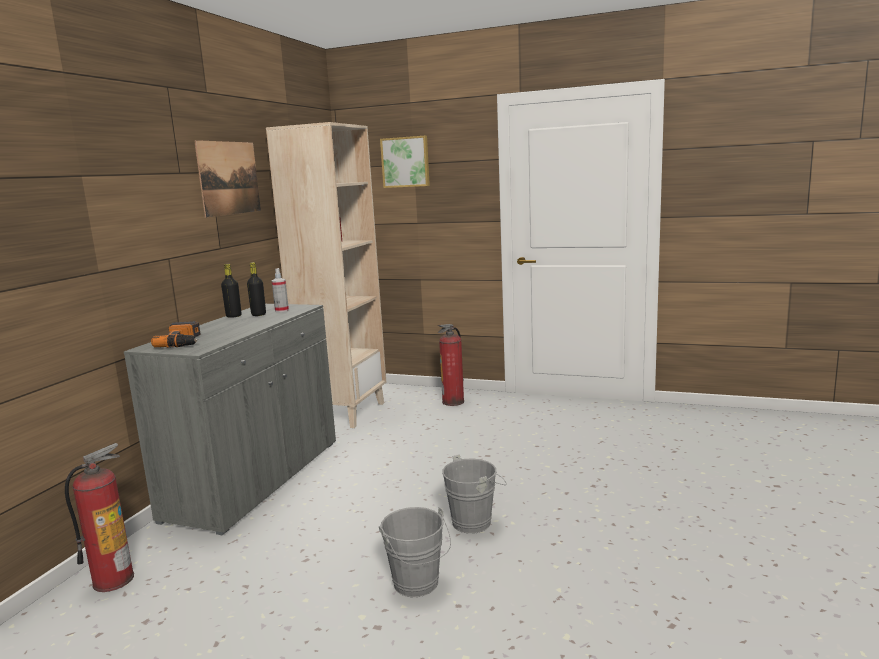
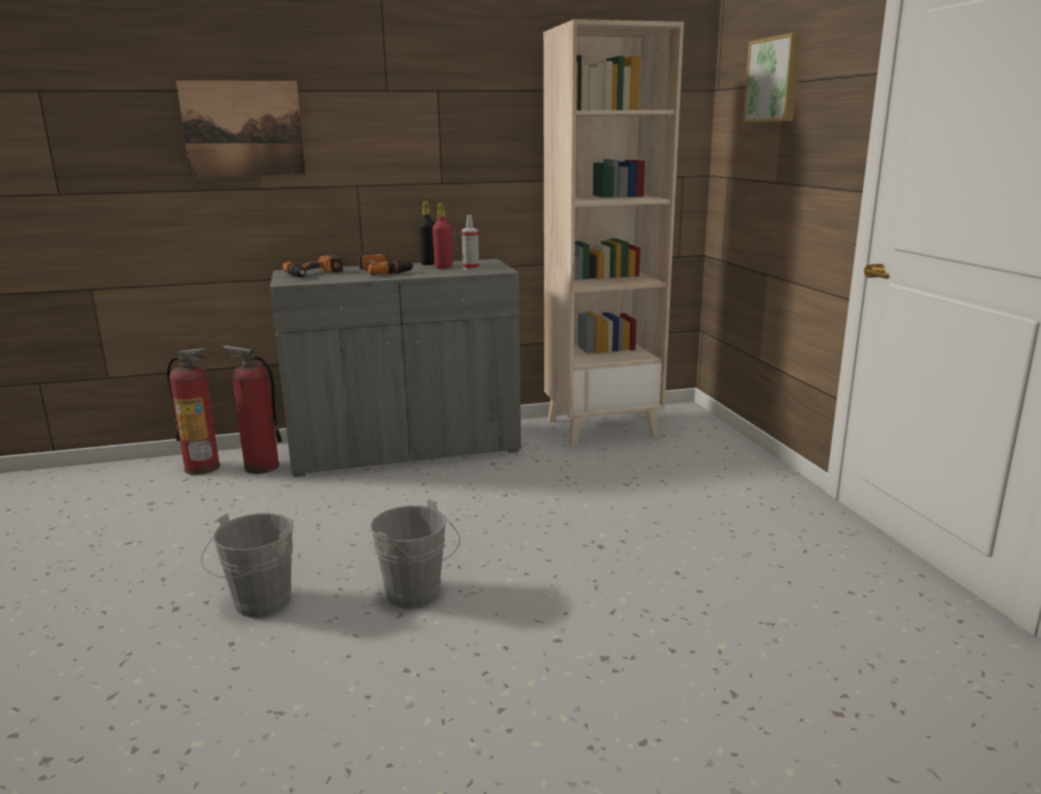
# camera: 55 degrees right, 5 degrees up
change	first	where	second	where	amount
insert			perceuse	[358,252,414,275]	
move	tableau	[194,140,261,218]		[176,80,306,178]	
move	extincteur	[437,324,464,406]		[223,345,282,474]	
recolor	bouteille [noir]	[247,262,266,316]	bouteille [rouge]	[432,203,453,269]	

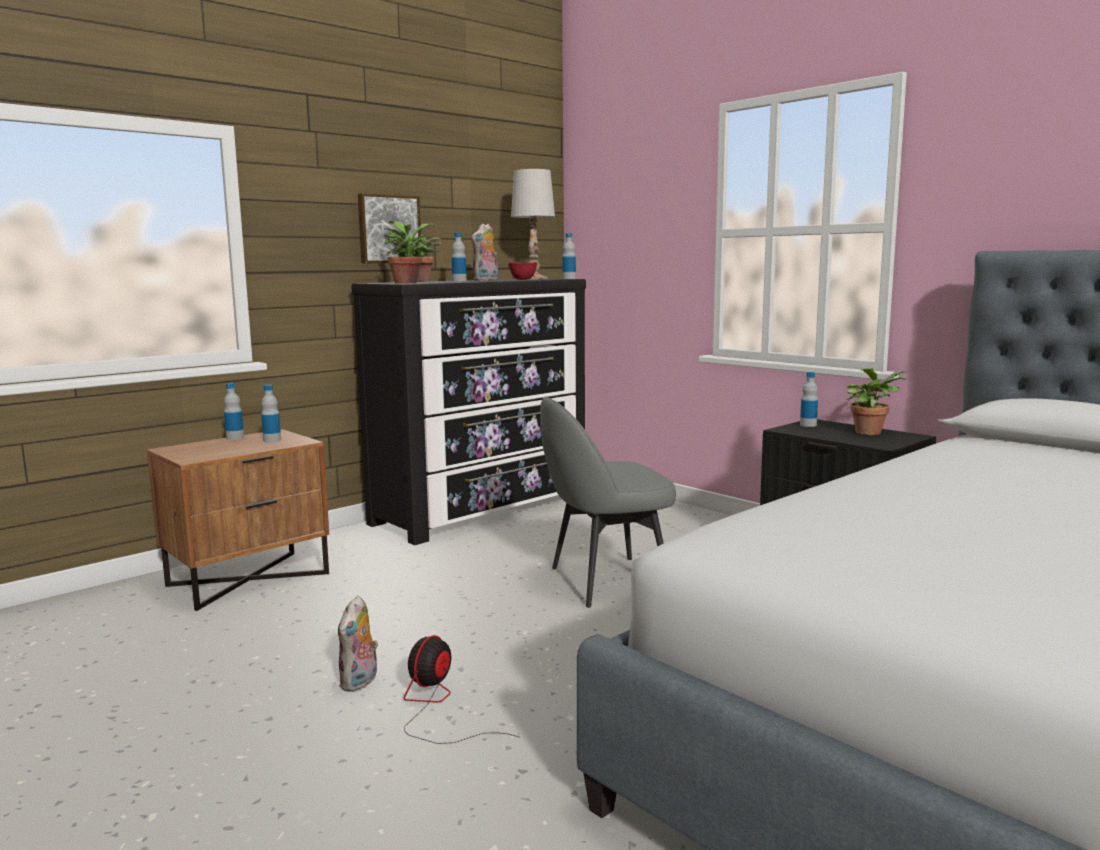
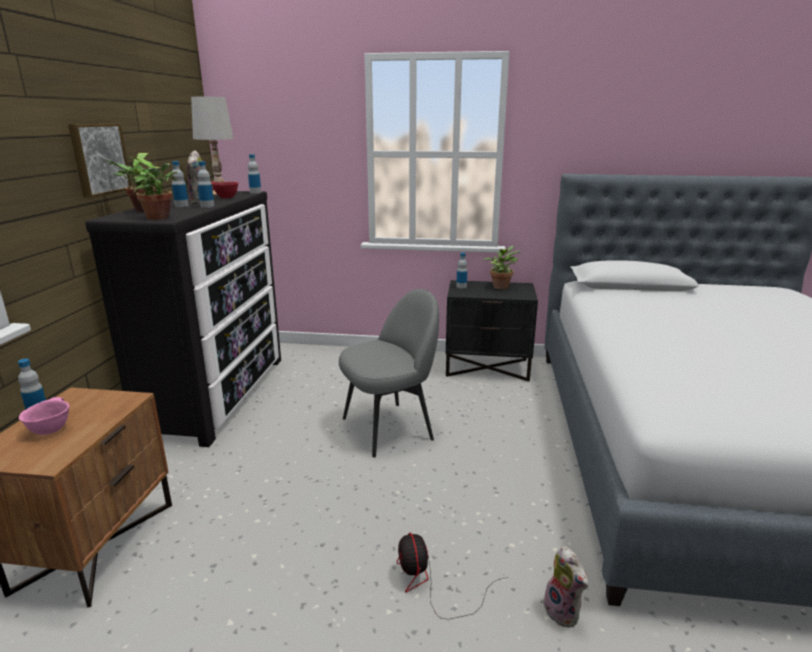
# camera: 40 degrees left, 10 degrees up
change	first	where	second	where	amount
insert			bol [rose]	[19,397,69,435]	
move	bouteille	[261,385,281,443]		[197,161,214,208]	
move	peluche	[338,595,378,692]		[544,546,589,627]	
rotate	chaise [gris]	[540,397,676,608]		[339,289,439,458]	150 degrees counterclockwise

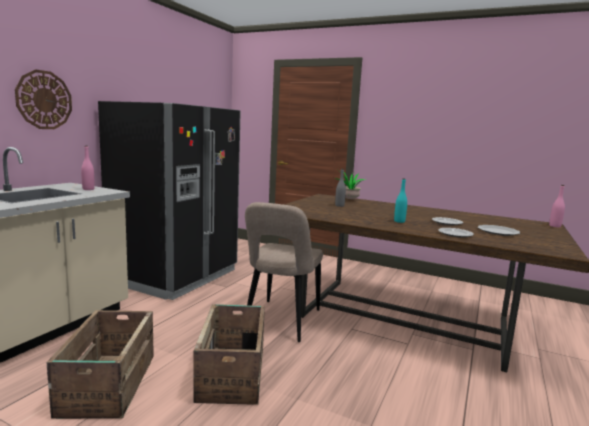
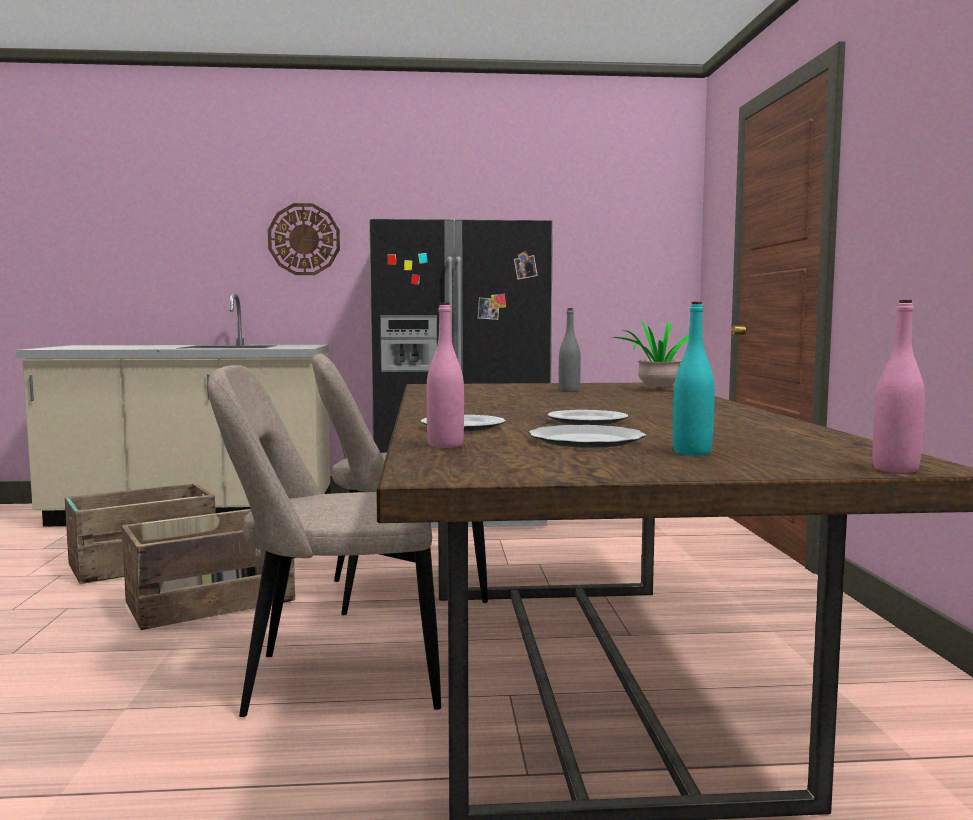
# camera: 60 degrees right, 5 degrees down
change	first	where	second	where	amount
insert			chaise [beige]	[208,365,441,717]	
move	bouteille [rose]	[81,146,95,190]		[426,302,464,448]	
move	bouteille [turquoise]	[394,178,407,223]		[673,302,715,456]	

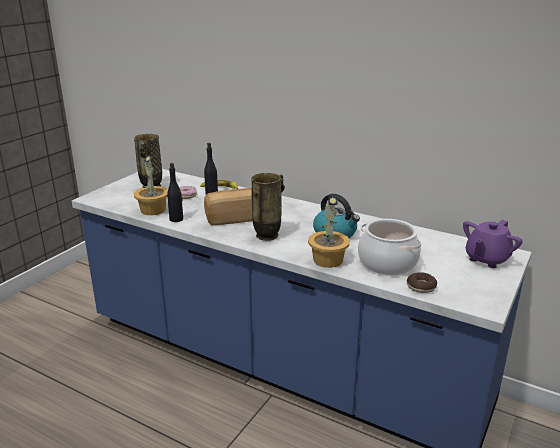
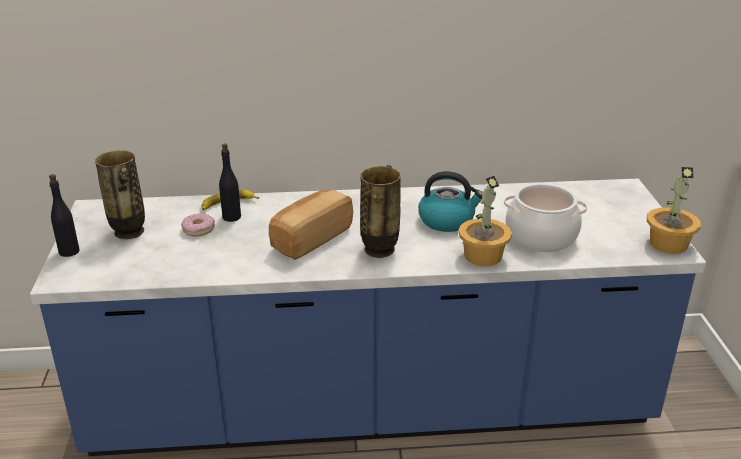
# camera: 35 degrees left, 5 degrees up
change	first	where	second	where	amount
delete	beignet	[407,272,437,293]			
delete	théière [violet]	[463,220,523,268]			
move	plante en pot	[134,155,168,215]		[647,167,701,254]	
move	bouteille [noir]	[167,163,183,222]		[49,174,80,257]	

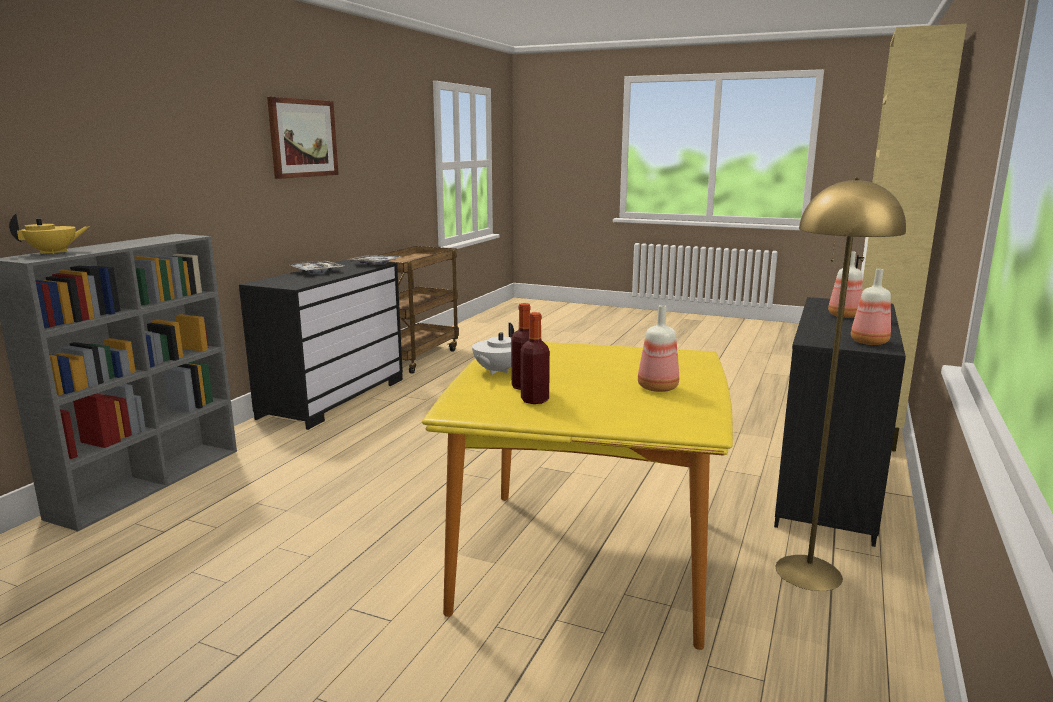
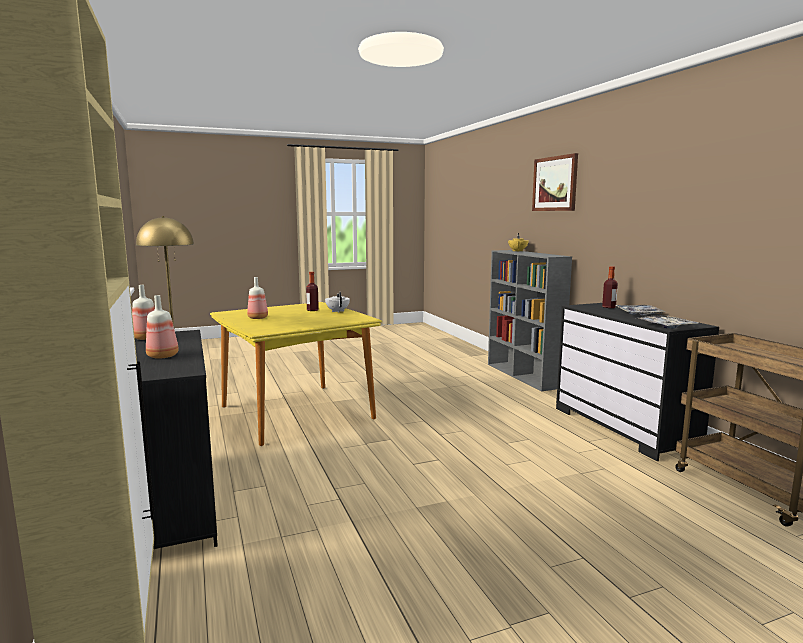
# camera: 135 degrees right, 5 degrees down
change	first	where	second	where	amount
move	tableau	[267,97,339,179]		[532,153,578,211]	
move	bouteille	[521,312,550,404]		[602,266,618,308]	

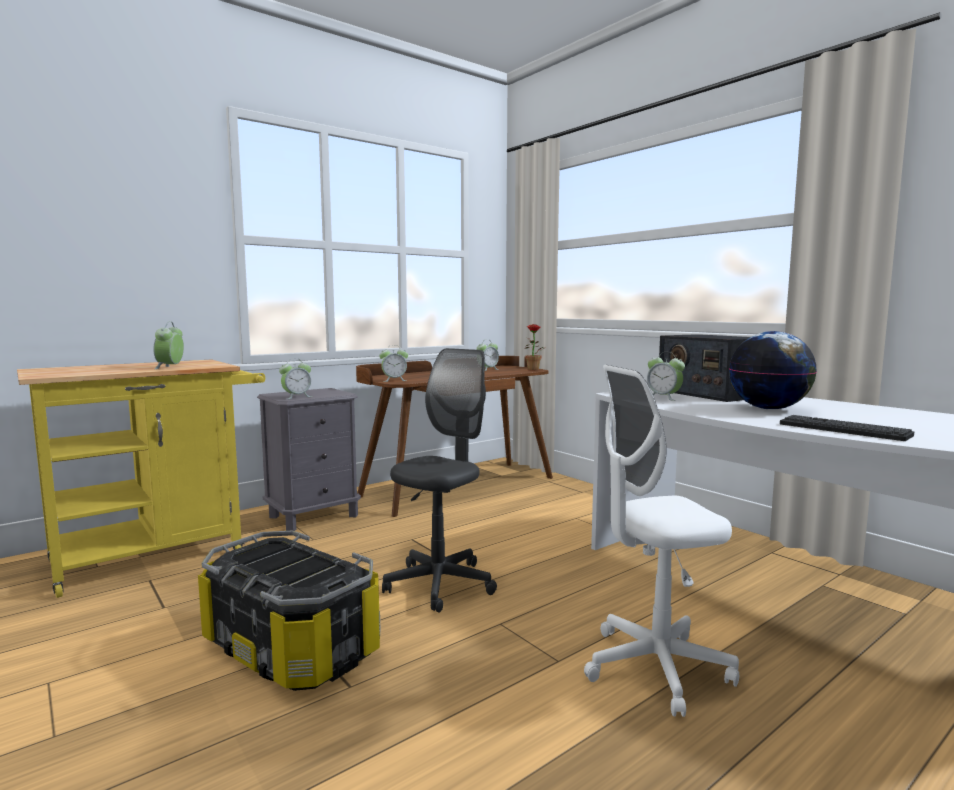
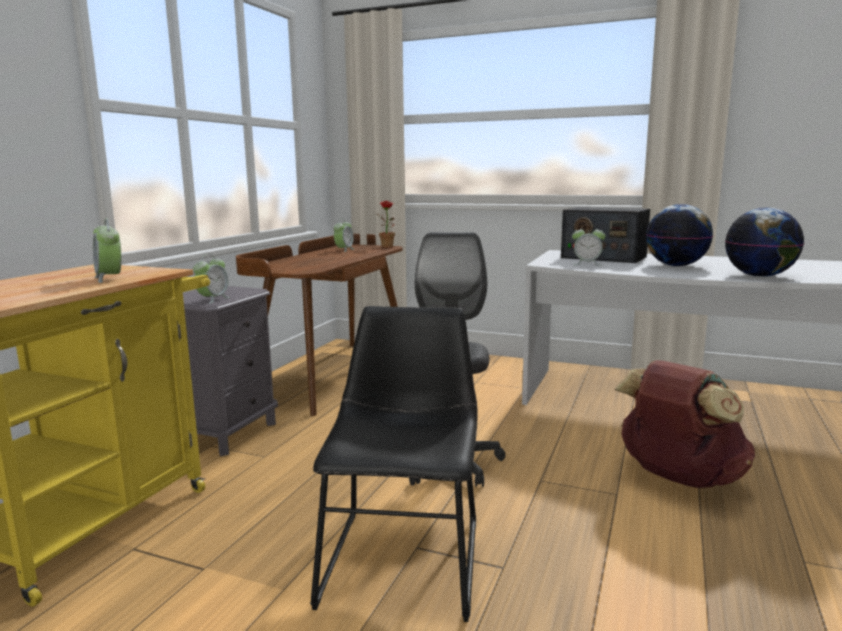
# camera: 30 degrees left, 5 degrees up
change	first	where	second	where	amount
delete	réveil	[379,349,408,382]			
replace	boîte de rangement	[198,531,380,691]	chaise [noir]	[310,306,477,622]	
replace	chaise de bureau [blanc]	[584,365,739,717]	sac à dos [marron]	[614,360,755,488]	
replace	clavier	[780,415,914,441]	globe	[725,207,804,277]	

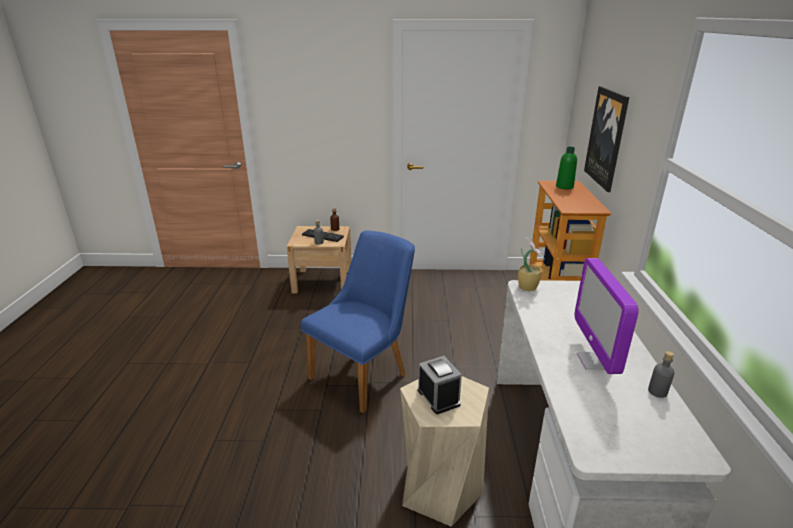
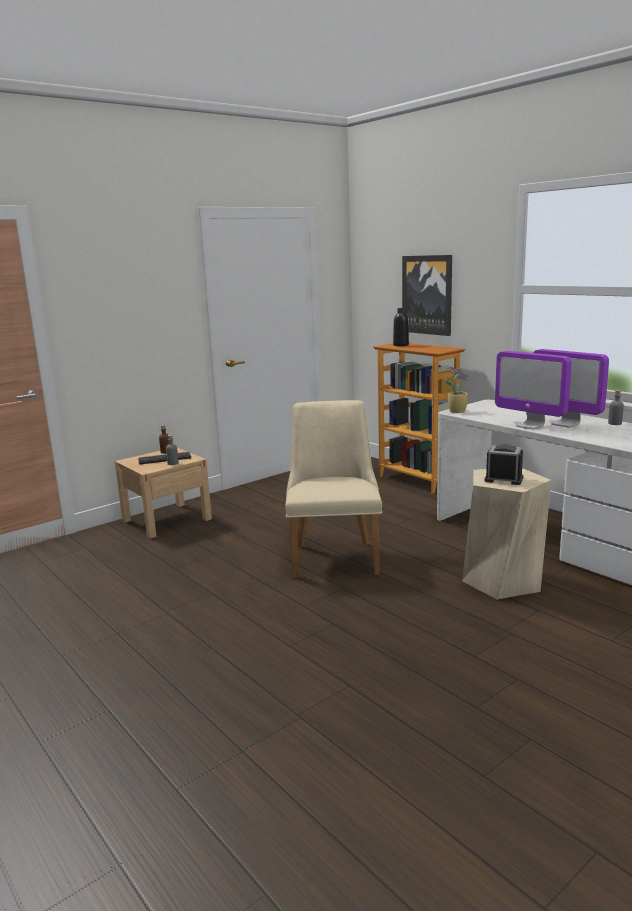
# camera: 40 degrees left, 10 degrees down
change	first	where	second	where	amount
insert			écran d'ordinateur	[495,351,571,430]	
recolor	chaise [bleu]	[301,230,415,413]	chaise [beige]	[285,400,382,578]	
recolor	bouteille [vert]	[556,147,577,189]	bouteille [noir]	[393,308,409,346]	

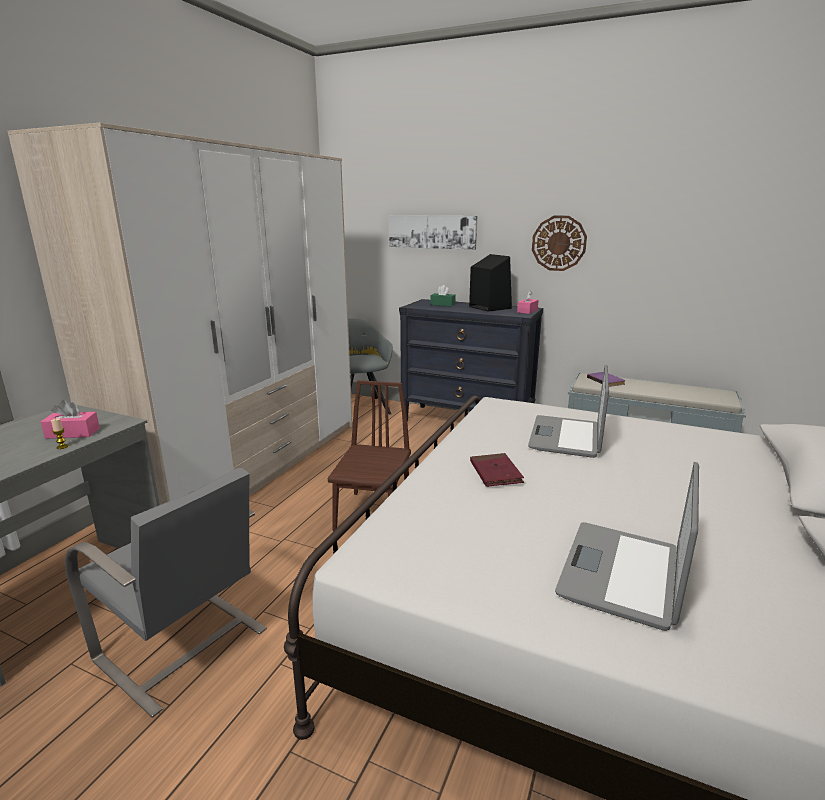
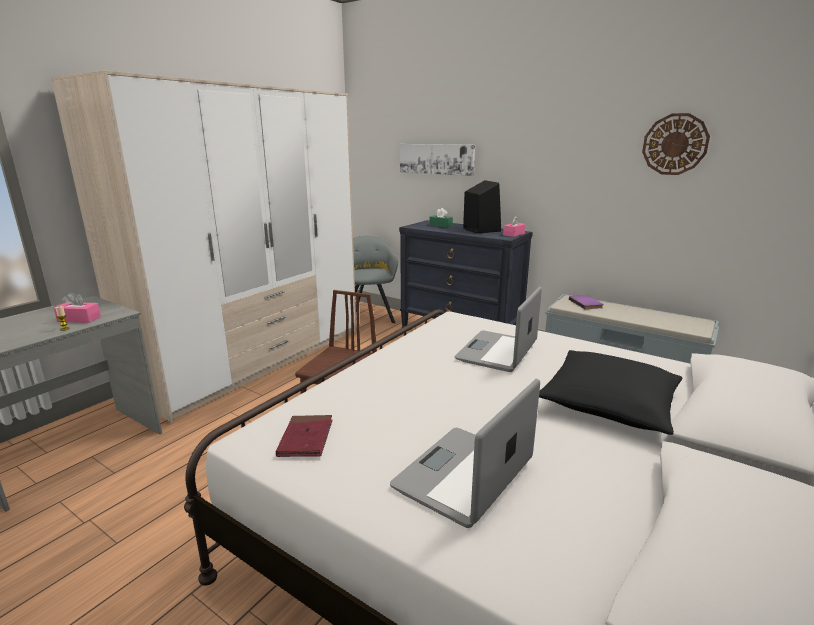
# camera: 10 degrees right, 0 degrees up
change	first	where	second	where	amount
delete	chaise [gris]	[64,468,267,717]			
insert			coussin [noir]	[539,350,682,435]	
move	livre [rouge]	[470,453,524,487]		[276,415,333,457]	
move	horloge murale	[532,216,587,271]		[642,113,710,175]	

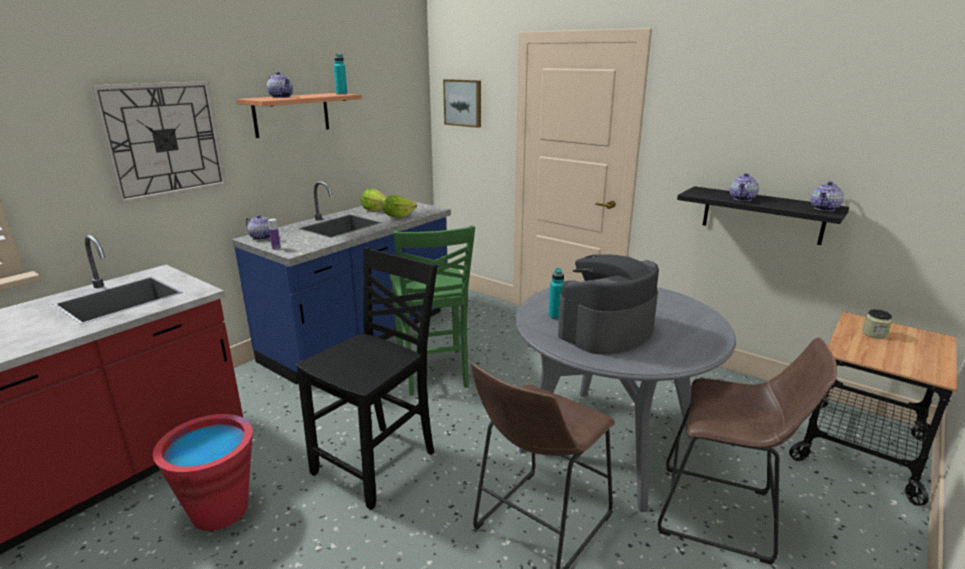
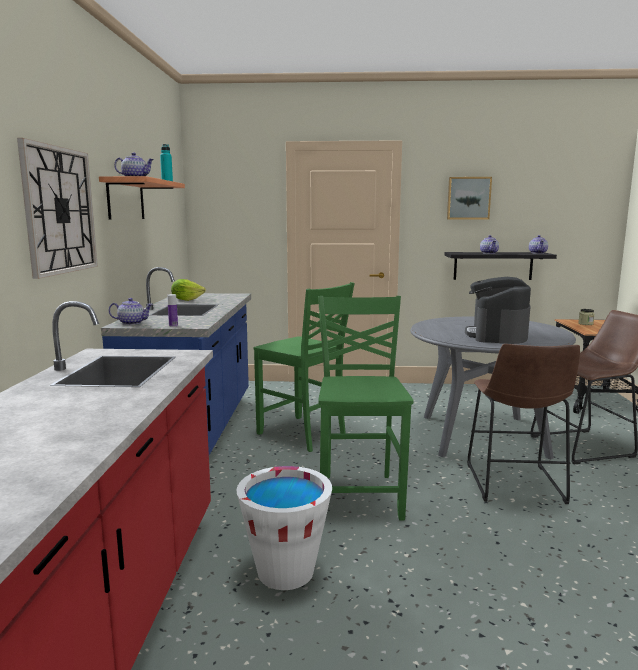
# camera: 35 degrees left, 10 degrees down
change	first	where	second	where	amount
delete	laitue	[383,195,417,218]			
delete	bouteille [turquoise]	[549,268,564,320]			
move	tableau	[443,79,481,128]		[447,177,492,219]	
recolor	seau [rouge]	[153,414,253,531]	seau [blanc]	[236,466,332,590]	
recolor	chaise [noir]	[296,247,437,510]	chaise [vert]	[318,296,413,521]	

